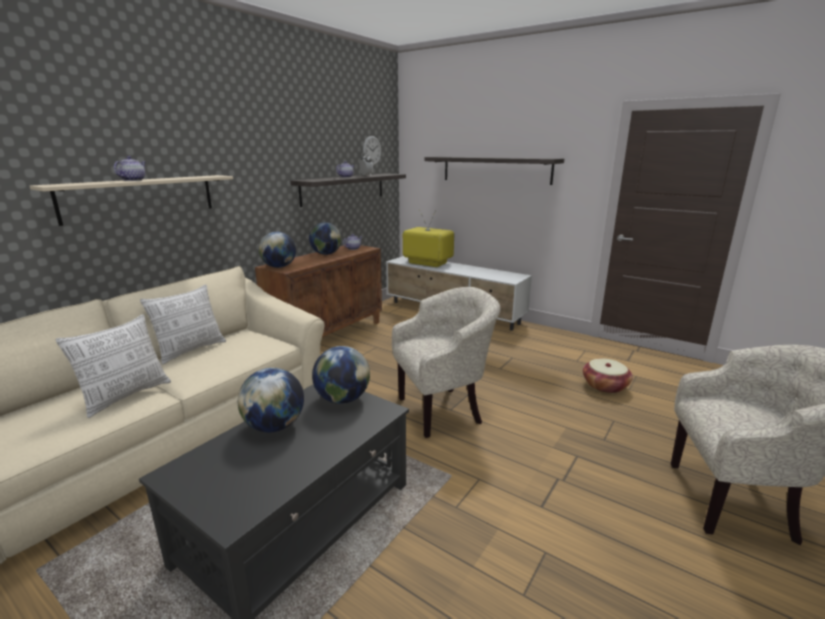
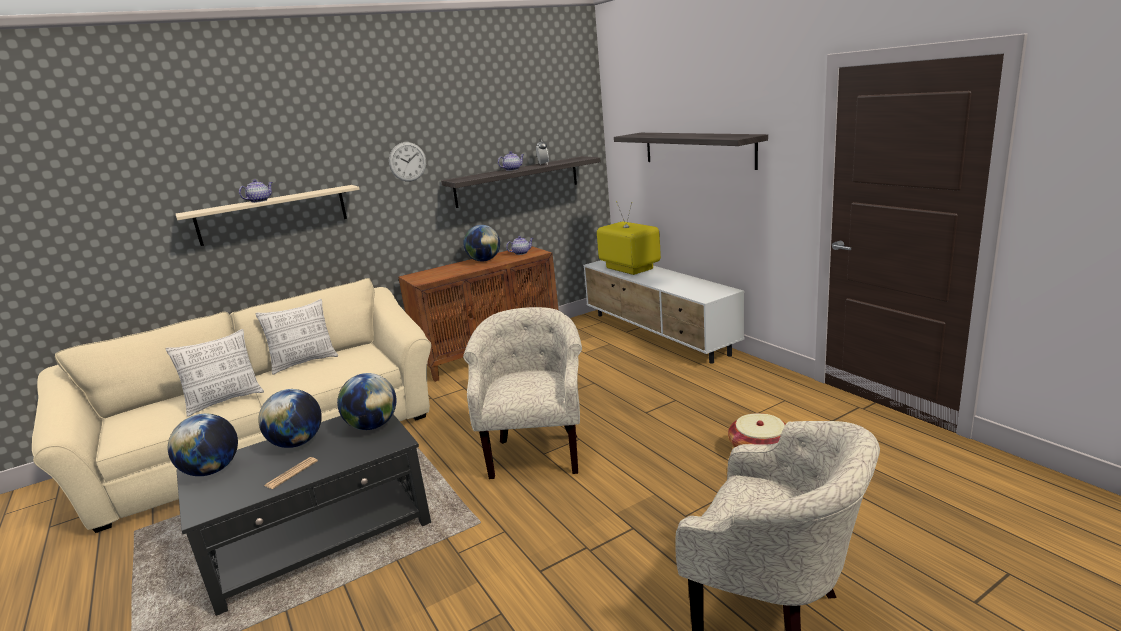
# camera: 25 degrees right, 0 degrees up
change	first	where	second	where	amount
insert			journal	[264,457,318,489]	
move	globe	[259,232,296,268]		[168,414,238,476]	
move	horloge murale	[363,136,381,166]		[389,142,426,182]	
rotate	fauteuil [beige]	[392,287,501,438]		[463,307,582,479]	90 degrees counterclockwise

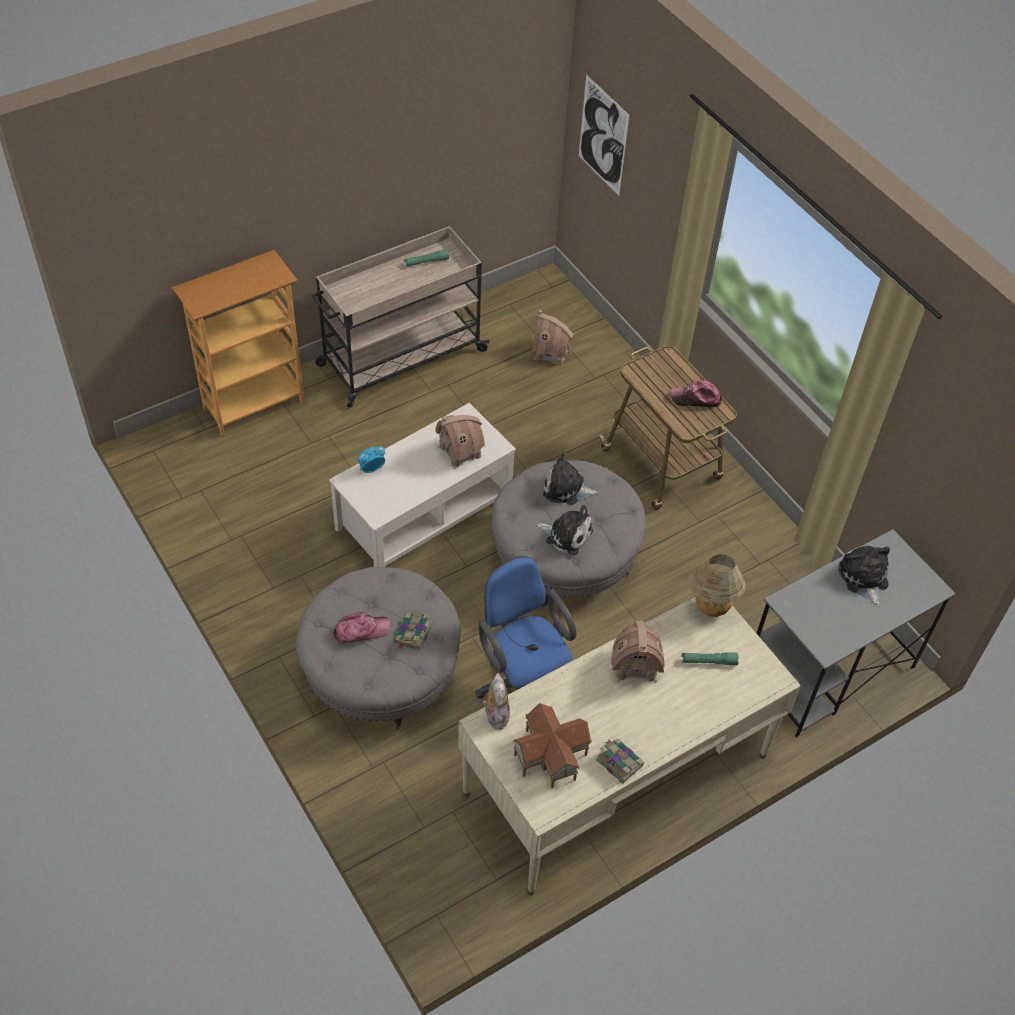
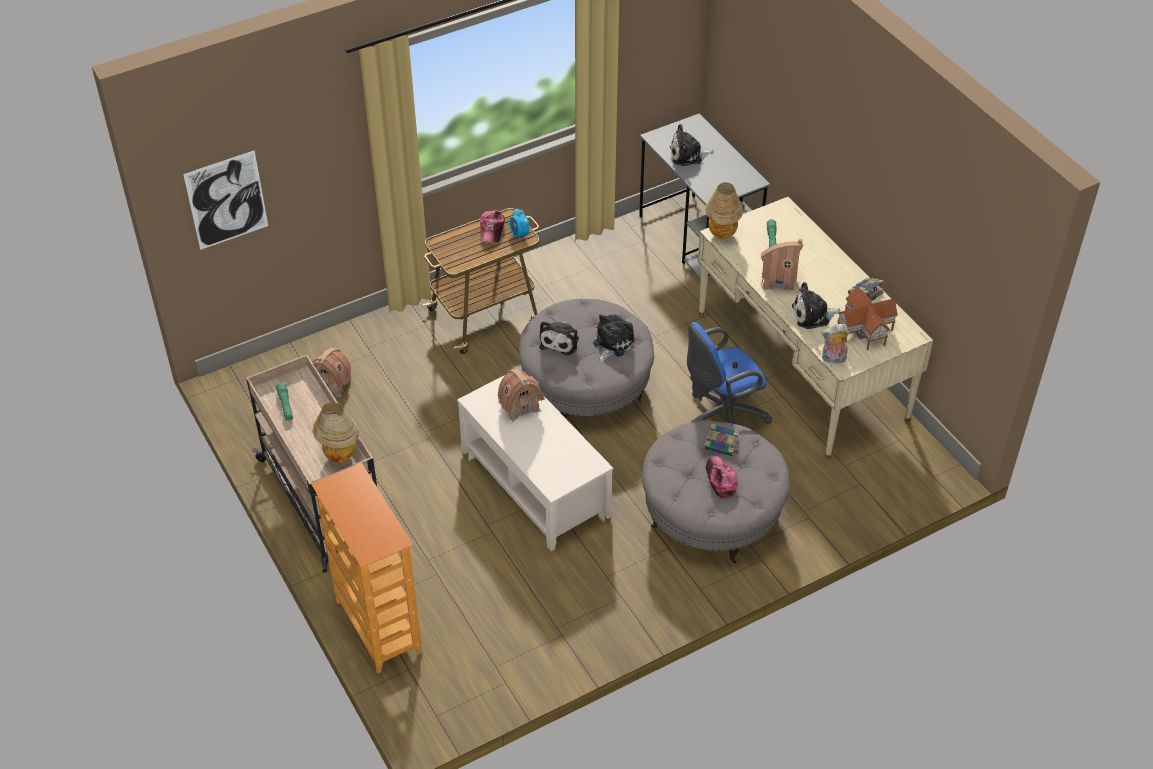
# camera: 85 degrees left, 5 degrees down
change	first	where	second	where	amount
insert			lampe de table	[312,402,360,462]	
insert			peluche	[792,282,841,329]	
move	réveil	[358,446,385,473]		[509,208,530,241]	

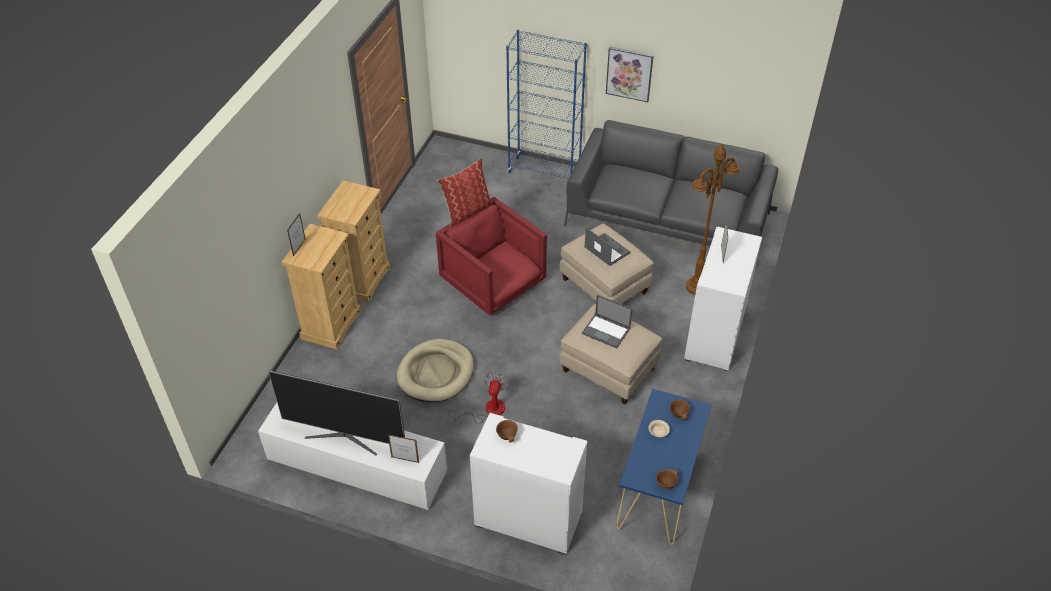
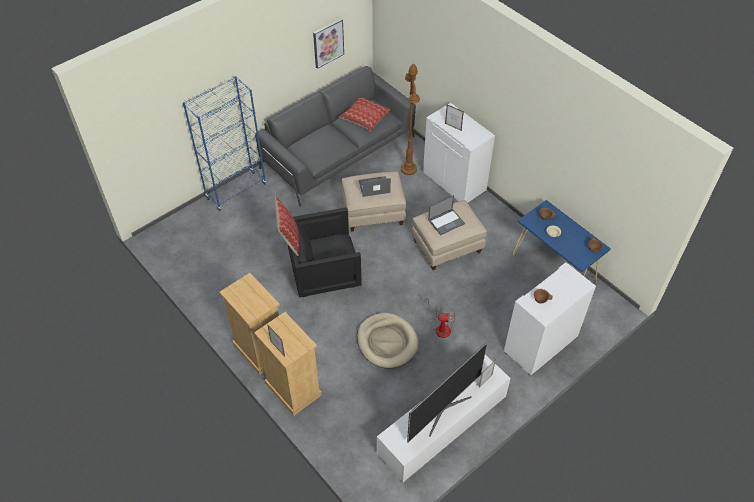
# camera: 60 degrees left, 5 degrees up
change	first	where	second	where	amount
insert			coussin	[339,97,391,131]	
move	tableau	[606,46,654,102]		[313,18,344,69]	
recolor	fauteuil [rouge]	[436,197,547,316]	fauteuil [noir]	[288,207,362,298]	
rotate	ventilateur	[450,372,509,424]		[425,298,455,338]	150 degrees clockwise

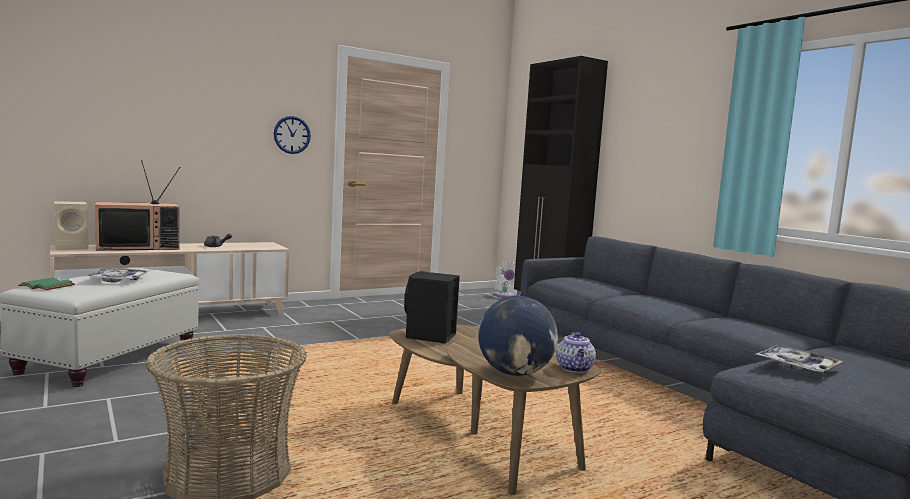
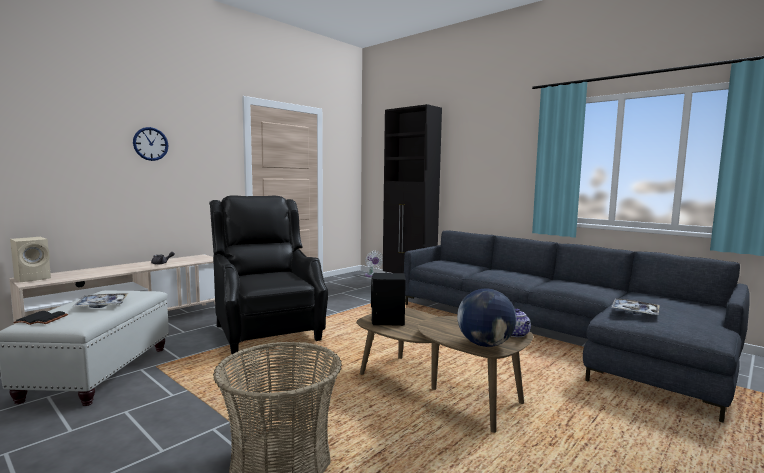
# camera: 15 degrees left, 0 degrees up
change	first	where	second	where	amount
delete	téléviseur	[95,160,180,250]			
insert			fauteuil [noir]	[209,195,328,354]	
move	horloge murale	[274,116,311,154]		[133,127,168,161]	
recolor	livre [vert]	[18,278,75,290]	livre [noir]	[13,311,68,325]	

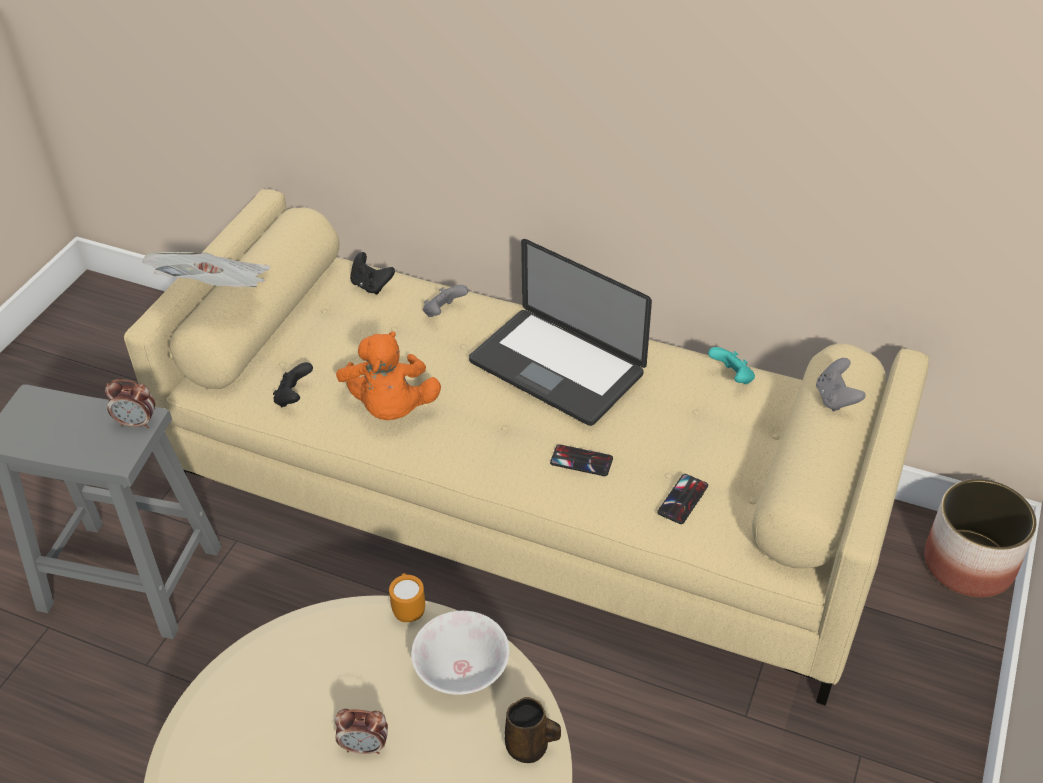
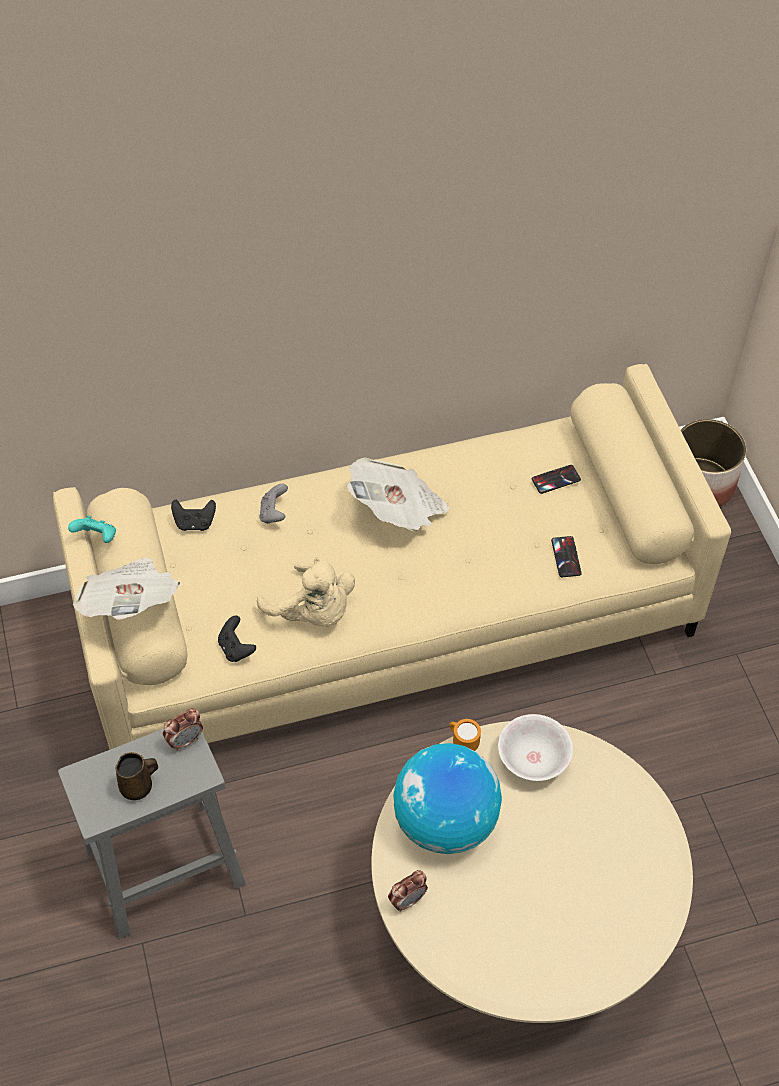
# camera: 40 degrees left, 10 degrees up
change	first	where	second	where	amount
delete	manette [gris]	[816,358,866,412]			
insert			globe	[393,743,502,854]	
move	réveil	[335,709,388,754]		[388,870,428,912]	
move	mug [marron]	[505,697,561,763]		[116,752,158,800]	
move	téléphone	[550,444,613,476]		[532,465,581,494]	
move	manette [turquoise]	[708,347,755,384]		[68,515,116,543]	
replace	ordinateur portable	[469,239,652,426]	journal	[346,457,449,531]	
recolor	peluche [orange]	[336,331,441,420]	peluche [beige]	[257,557,355,627]	

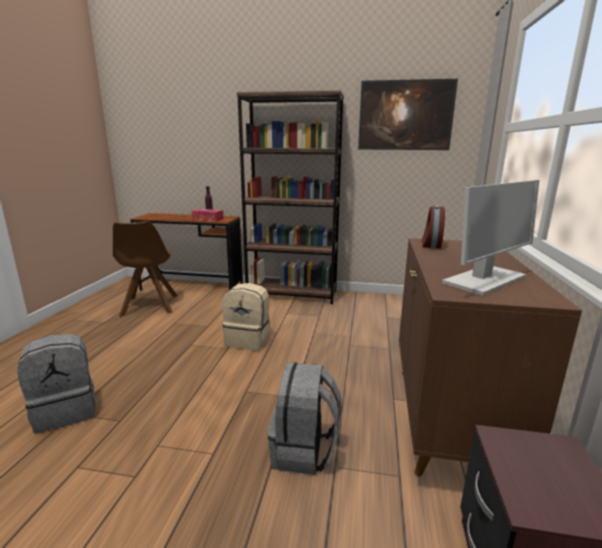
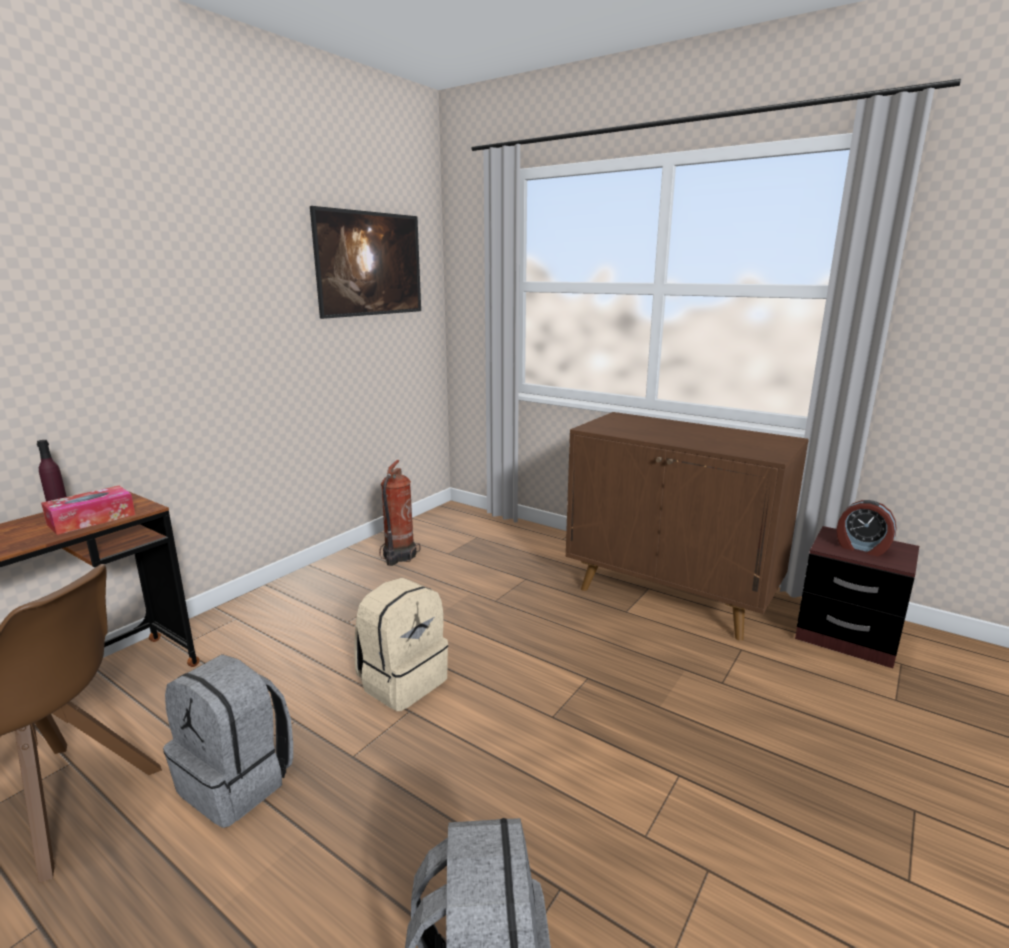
# camera: 65 degrees left, 0 degrees up
change	first	where	second	where	amount
delete	bibliothèque [marron]	[237,90,344,304]			
delete	écran d'ordinateur	[442,180,539,296]			
insert			extincteur	[379,460,421,566]	
move	sac à dos [gris]	[268,362,342,475]		[163,654,293,828]	
move	réveil	[421,205,445,248]		[836,500,897,556]	

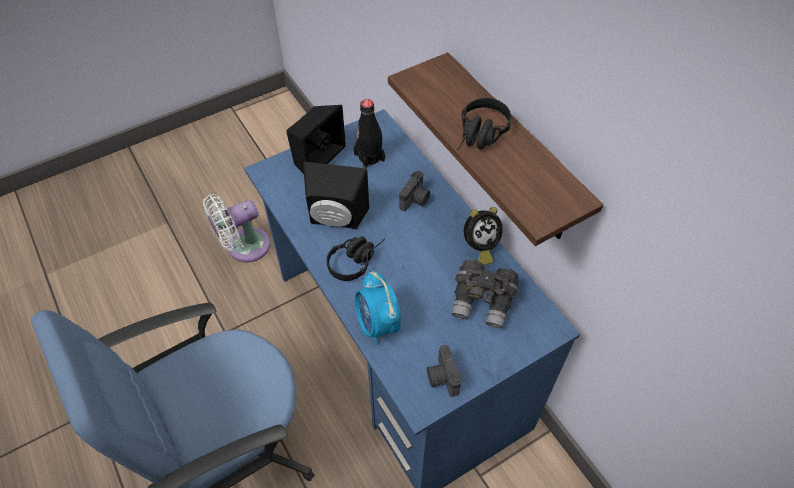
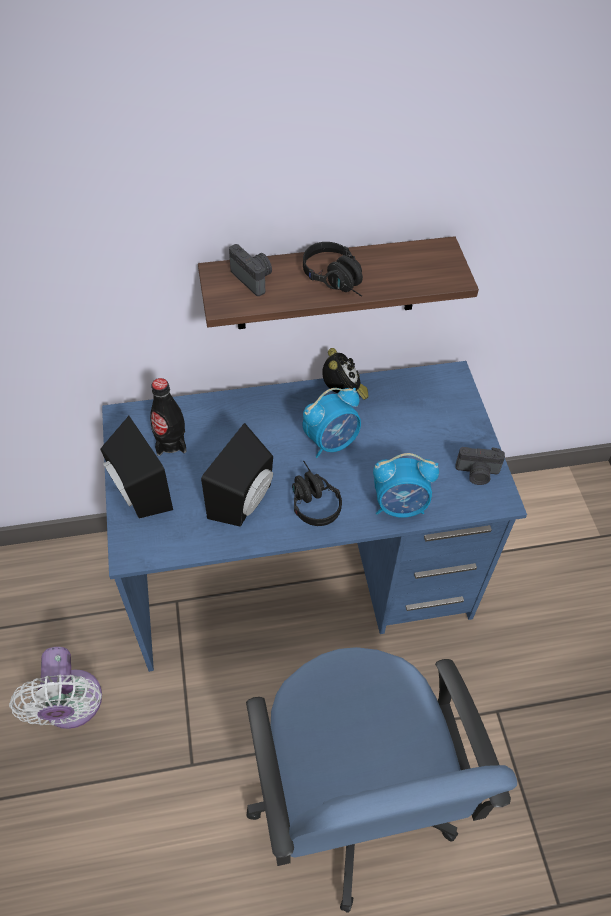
# camera: 70 degrees left, 0 degrees up
change	first	where	second	where	amount
delete	jumelles [gris]	[451,259,518,328]			
insert			réveil	[303,388,361,458]	
move	appareil photo	[399,171,430,211]		[229,244,272,296]	

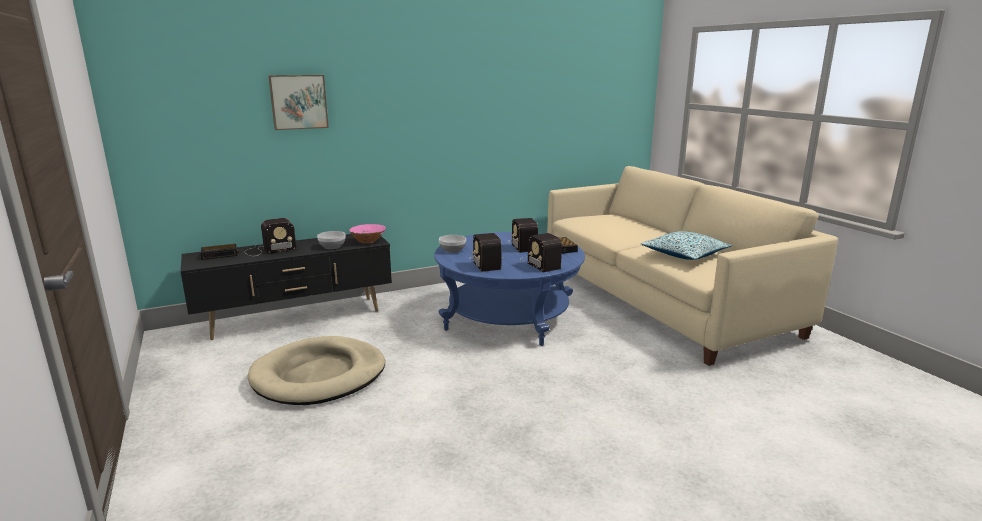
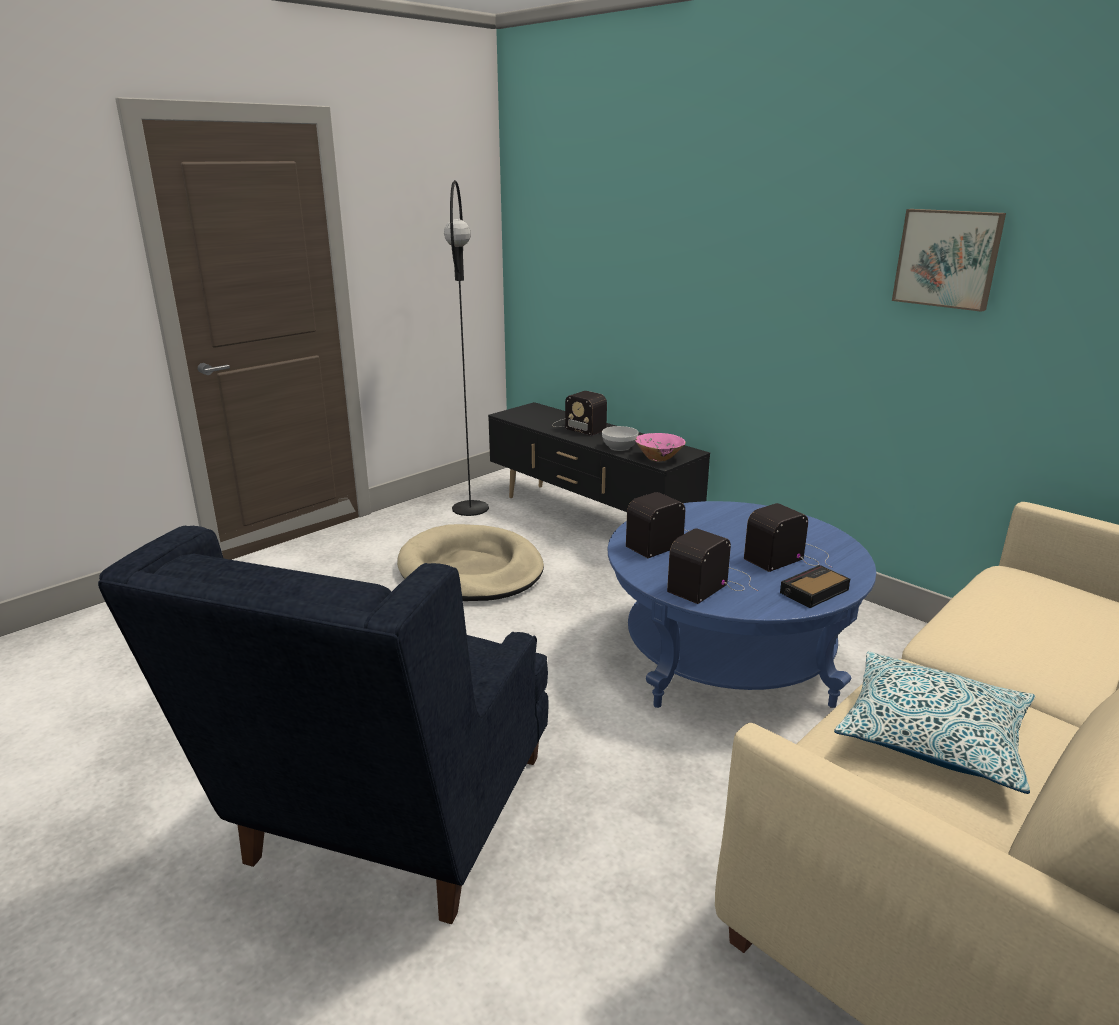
# camera: 70 degrees right, 5 degrees up
change	first	where	second	where	amount
delete	réveil	[201,244,239,260]			
delete	bol	[439,235,466,253]			
insert			fauteuil [bleu]	[98,526,548,924]	
insert			lampadaire [noir]	[444,180,489,516]	
move	tableau	[268,75,329,130]		[892,209,1006,312]	

